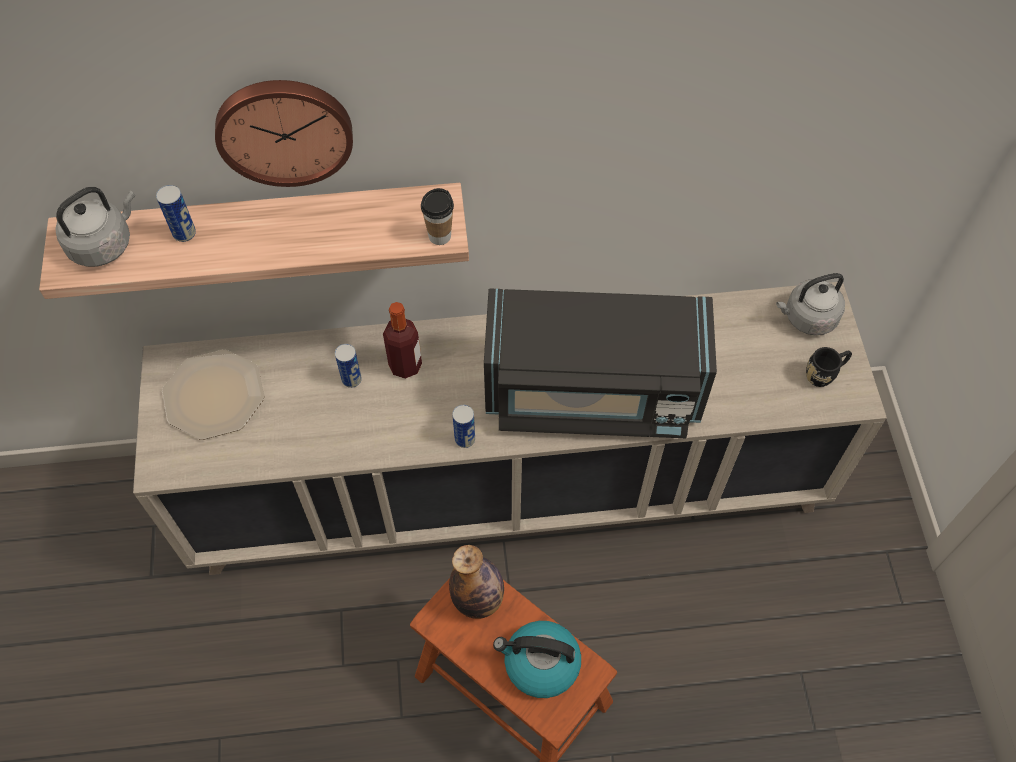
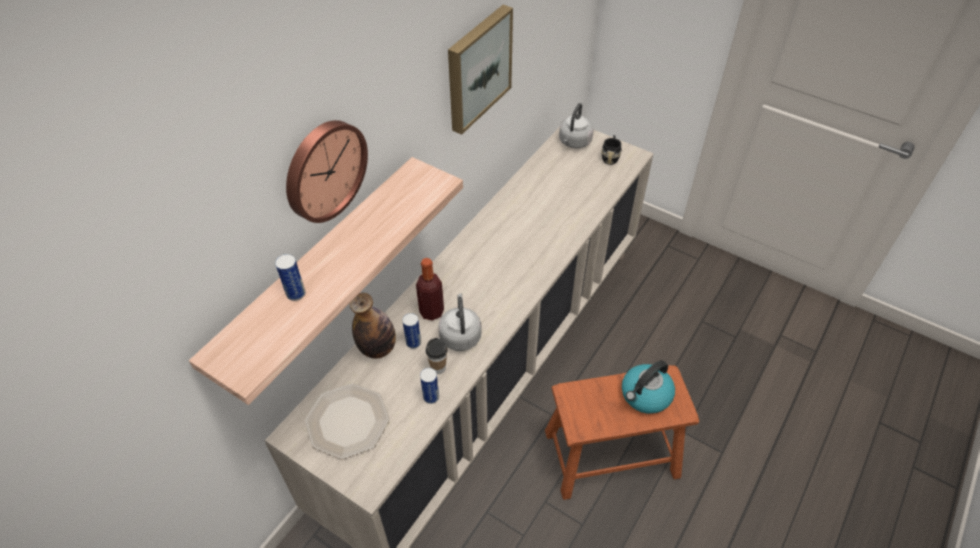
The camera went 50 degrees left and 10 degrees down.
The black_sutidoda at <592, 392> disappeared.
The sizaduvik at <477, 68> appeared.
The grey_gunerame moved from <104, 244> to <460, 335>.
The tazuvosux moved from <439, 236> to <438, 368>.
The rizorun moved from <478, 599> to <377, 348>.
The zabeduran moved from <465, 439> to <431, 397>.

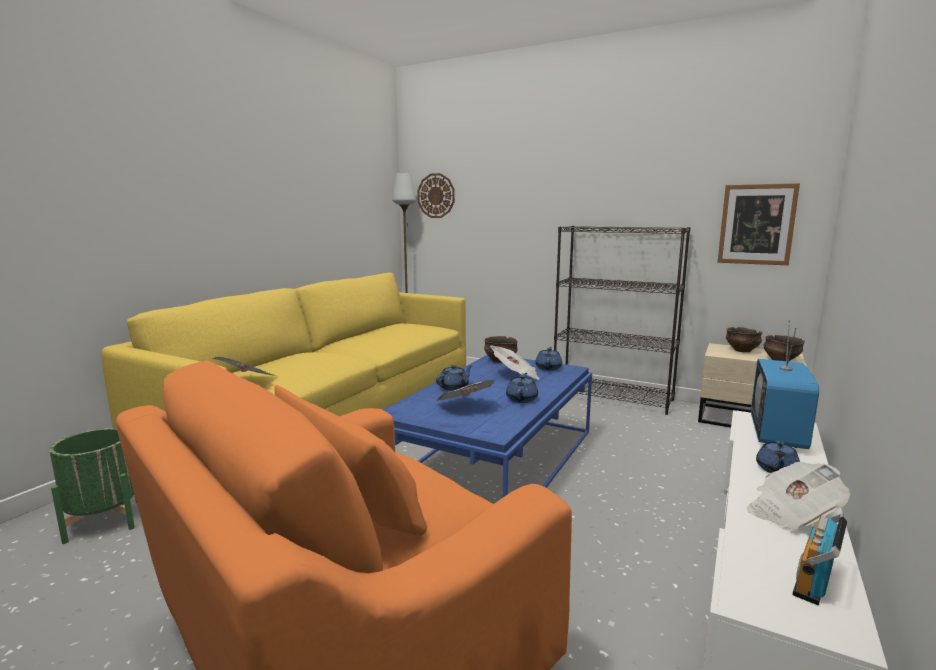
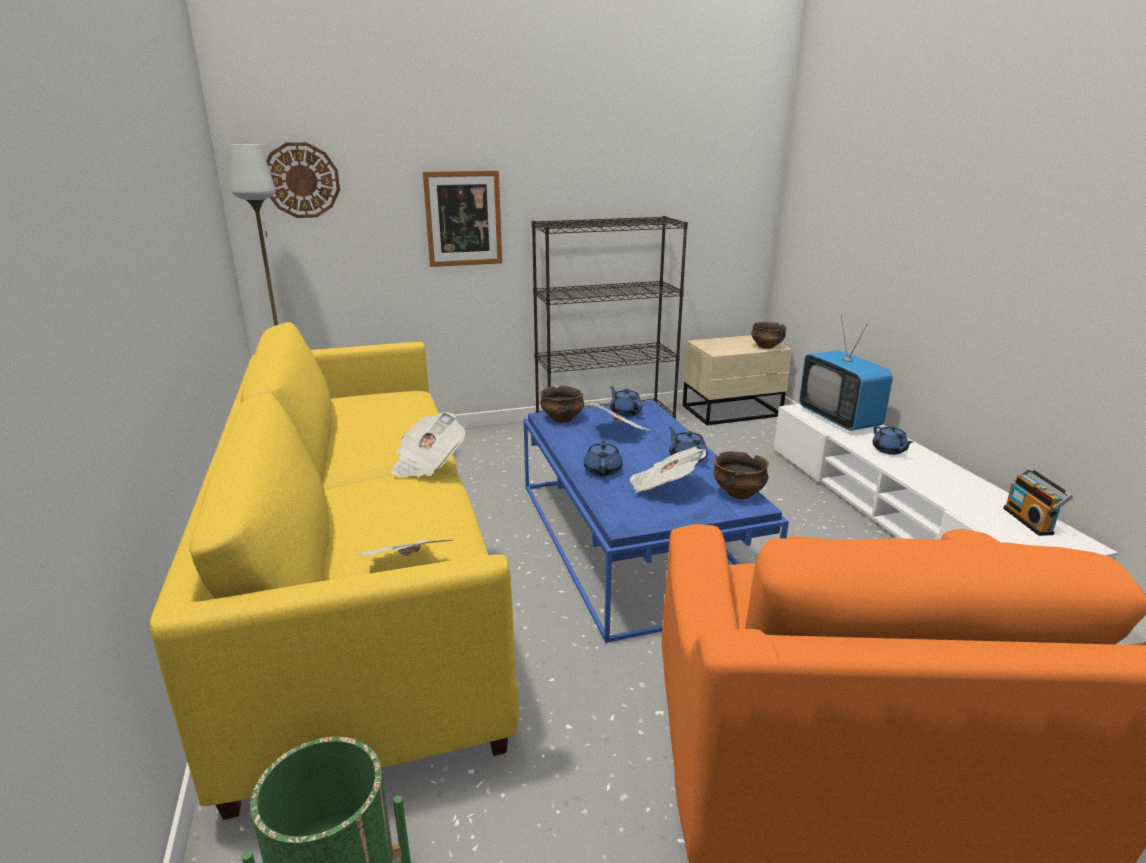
The camera went 45 degrees left and 10 degrees up.
The sizaduvik moved from <756, 224> to <463, 218>.
The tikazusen moved from <742, 350> to <739, 493>.
The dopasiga moved from <791, 514> to <427, 464>.

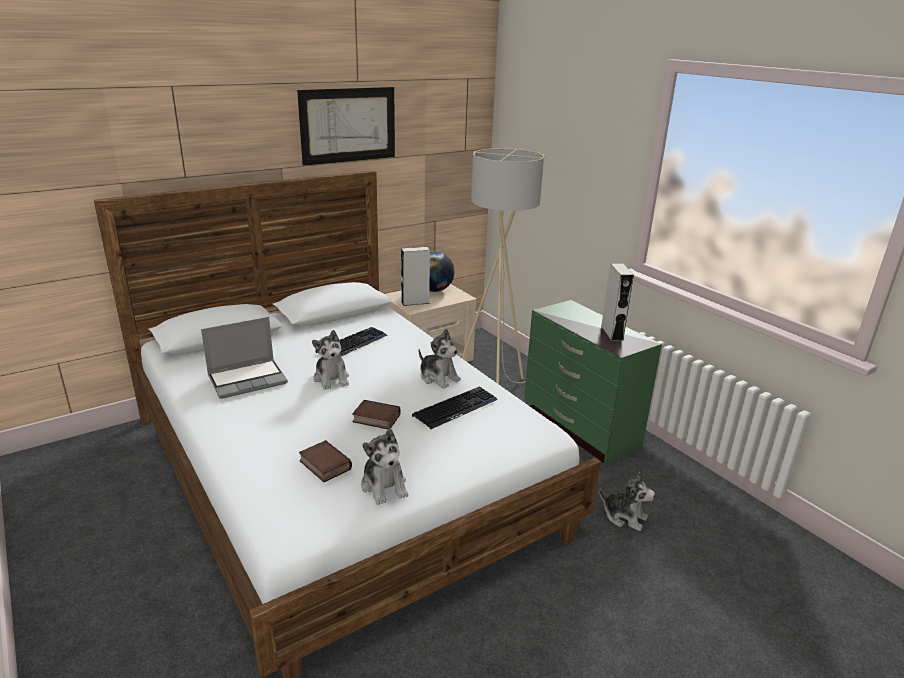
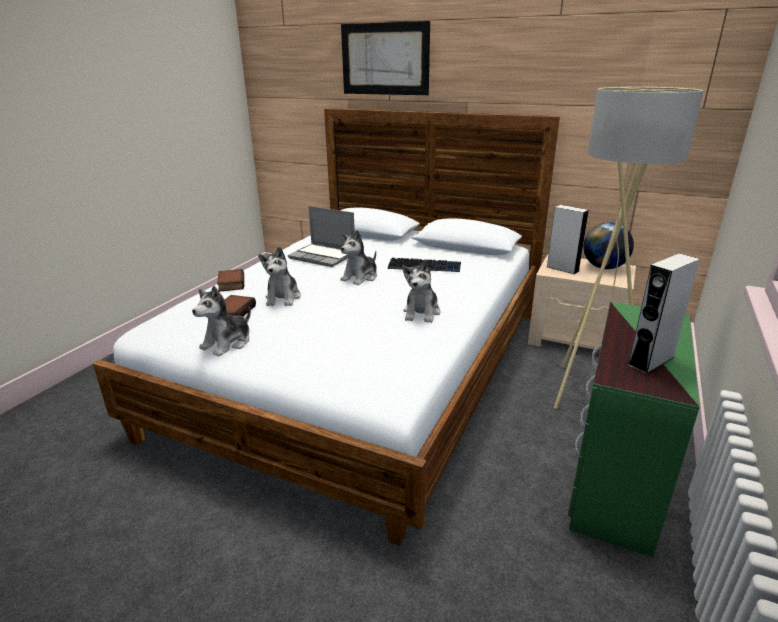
The camera went 60 degrees right and 0 degrees up.
The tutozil at <455, 408> disappeared.
The sizaduvik moved from <348, 125> to <384, 59>.
The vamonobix moved from <375, 419> to <230, 283>.
The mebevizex moved from <624, 516> to <283, 298>.

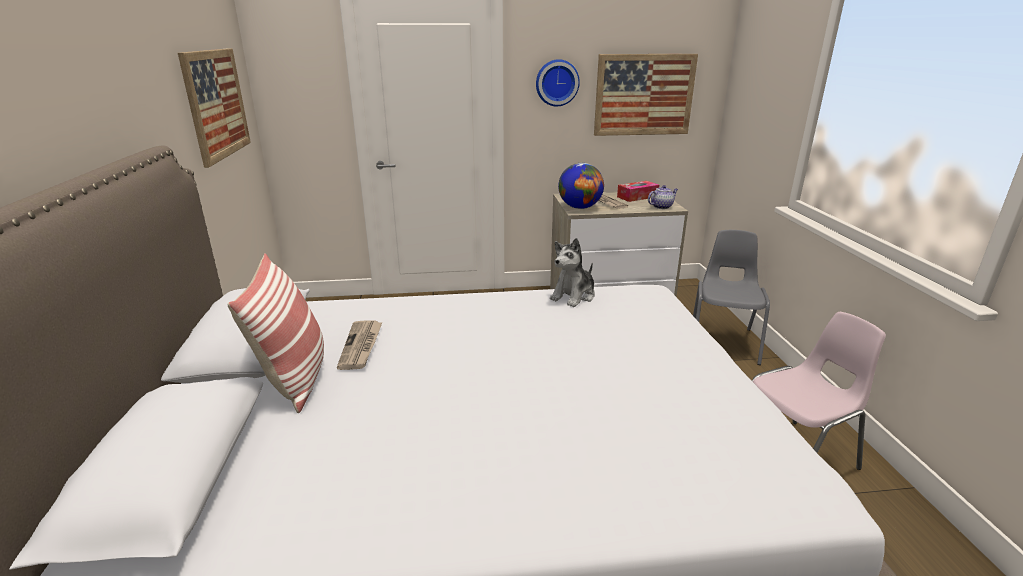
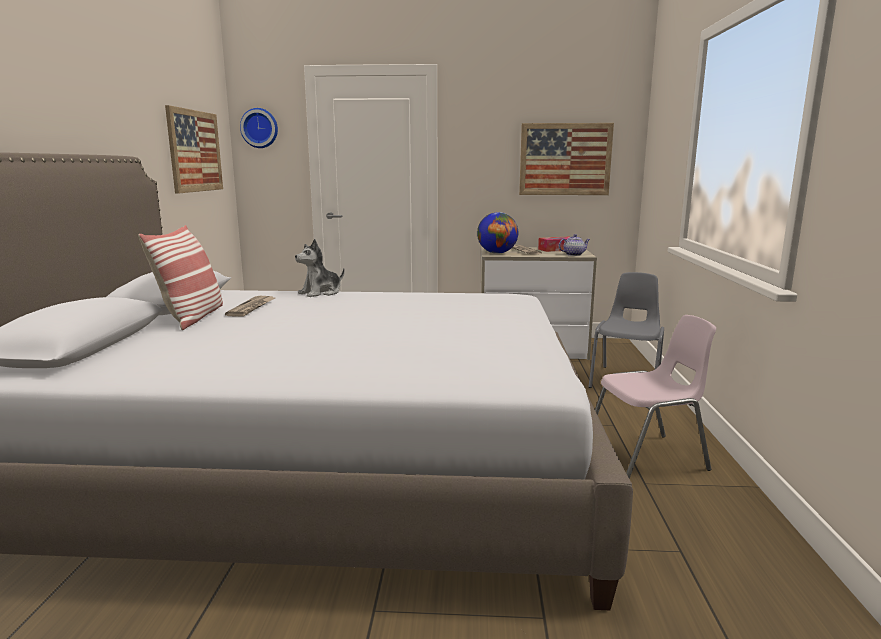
The camera went 10 degrees right and 10 degrees down.
The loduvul moved from <556, 82> to <260, 128>.
The mebevizex moved from <574, 296> to <321, 293>.

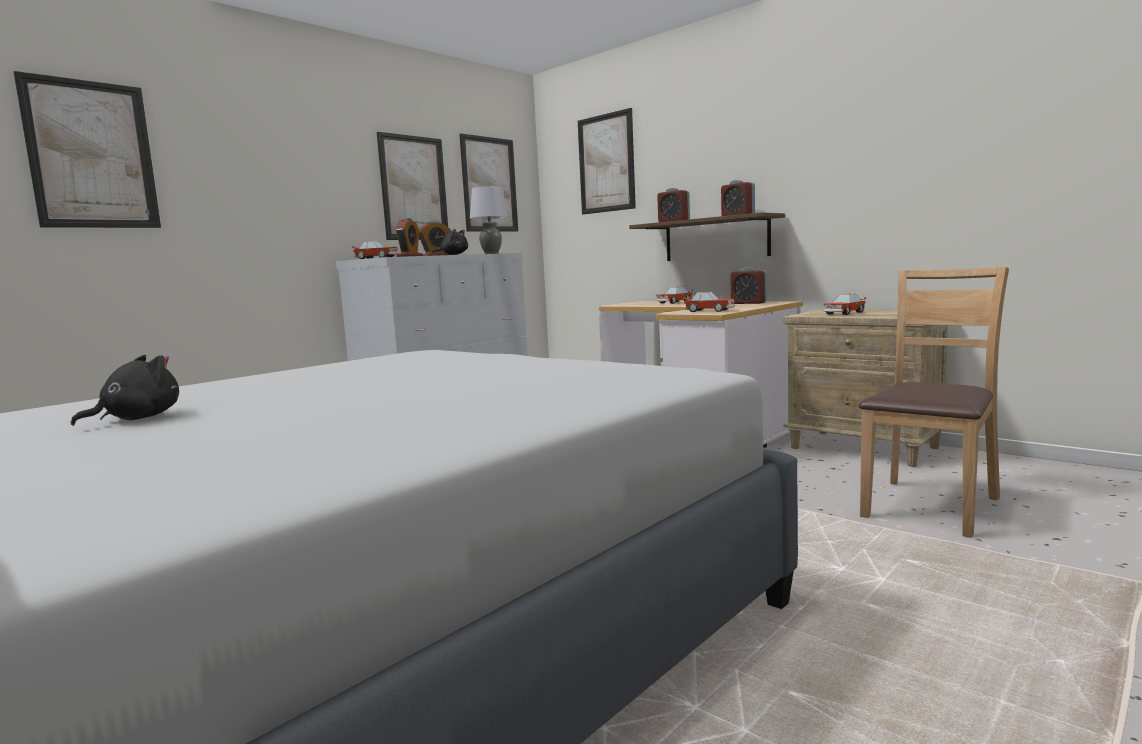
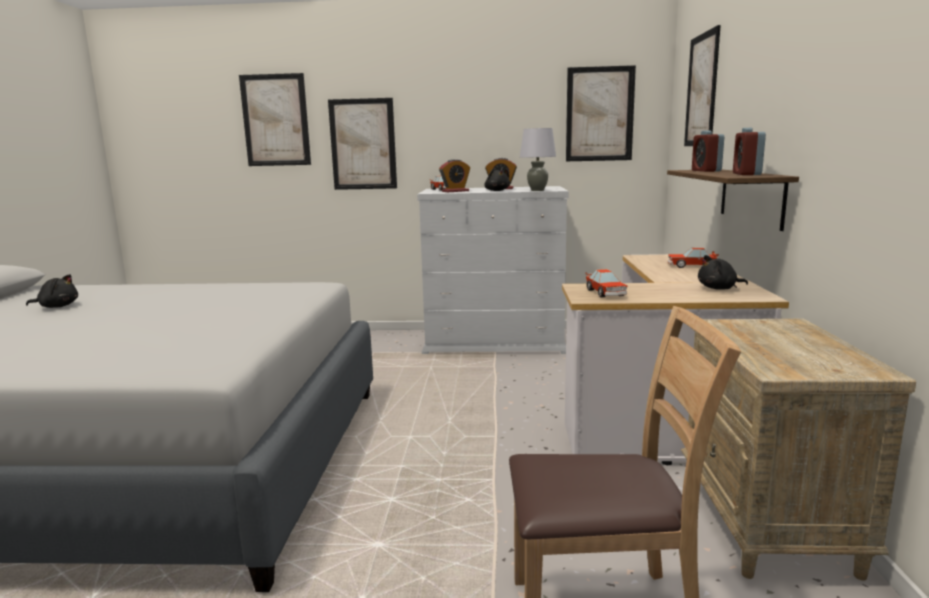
The camera went 50 degrees right and 5 degrees up.
The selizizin at <844, 313> disappeared.
The sizaduvik moved from <414, 188> to <363, 144>.
The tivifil at <748, 303> was replaced by the black_mebevizex at <719, 289>.

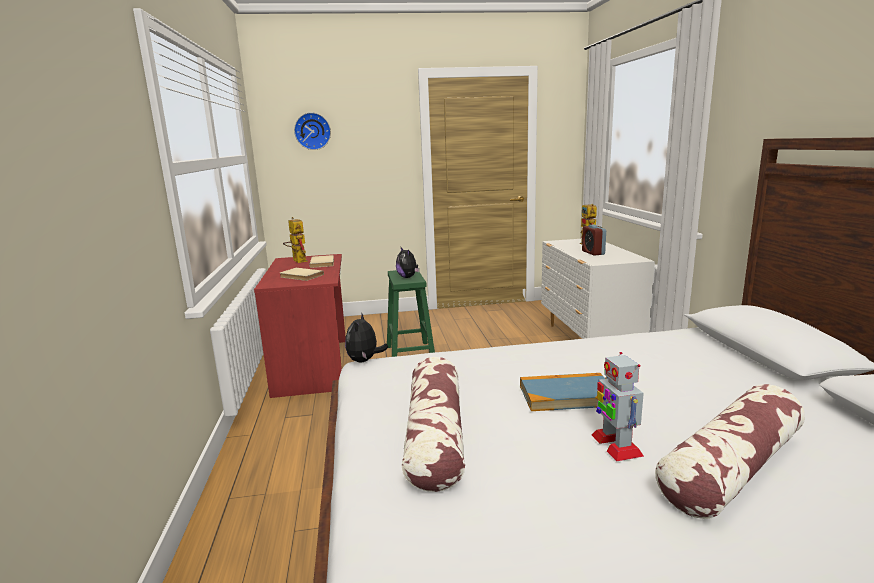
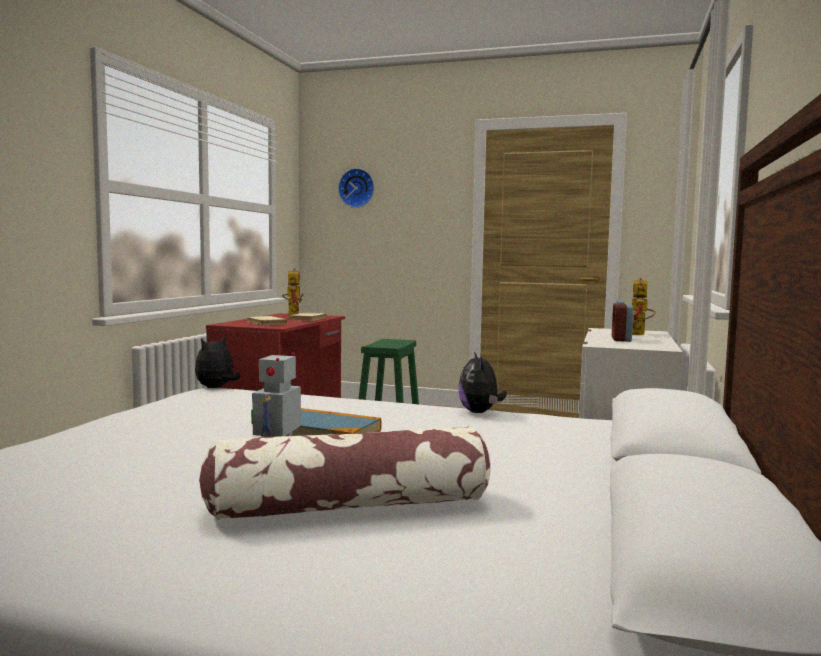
The camera went 25 degrees right and 10 degrees down.
The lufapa at <435, 436> disappeared.
The mebevizex moved from <408, 277> to <480, 412>.

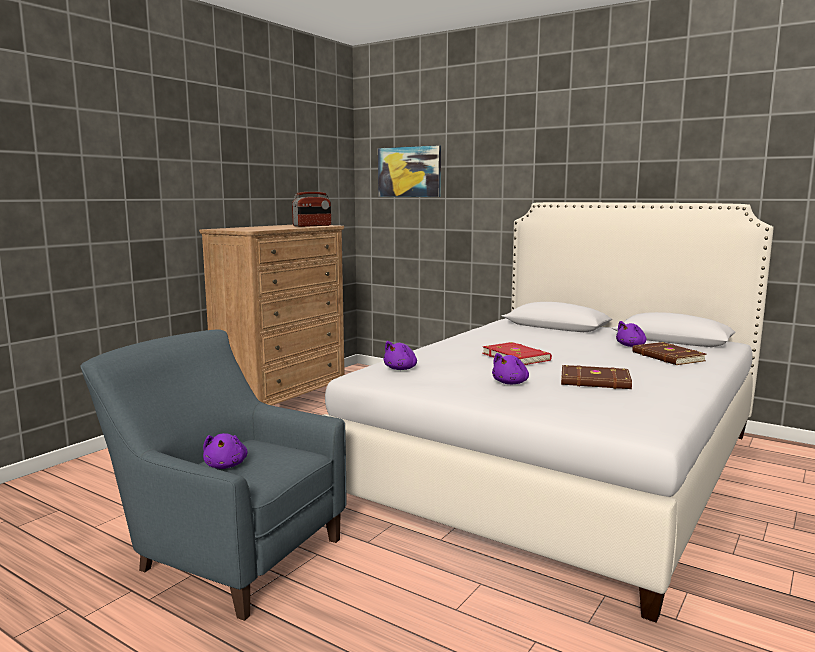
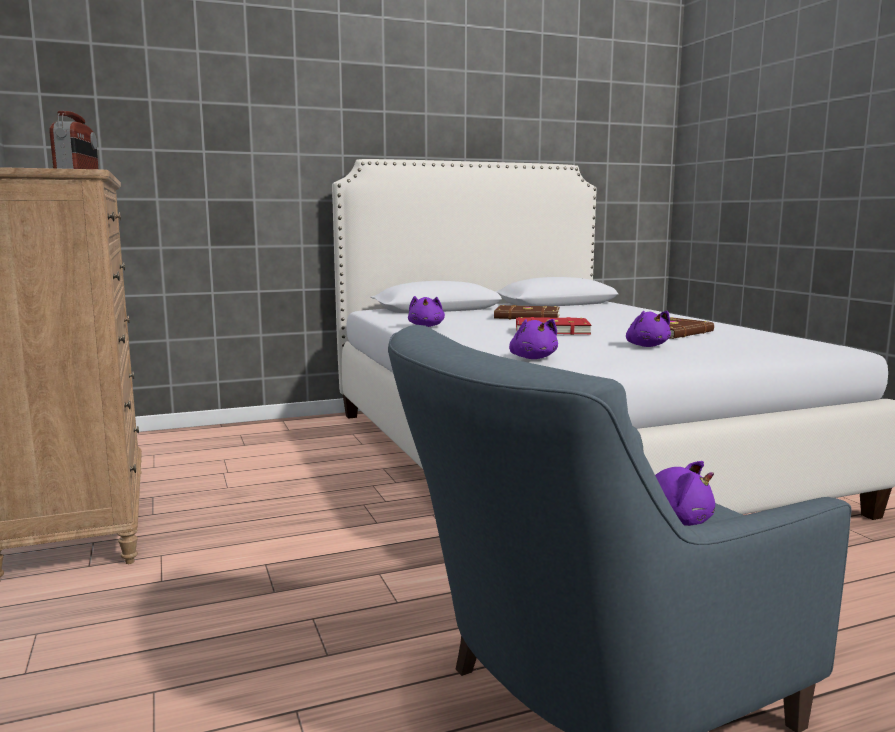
The camera went 55 degrees left and 0 degrees up.
The sizaduvik at <409, 172> disappeared.
The purple_mebevizex moved from <631, 346> to <426, 326>.
The brown_vamonobix moved from <667, 357> to <527, 317>.

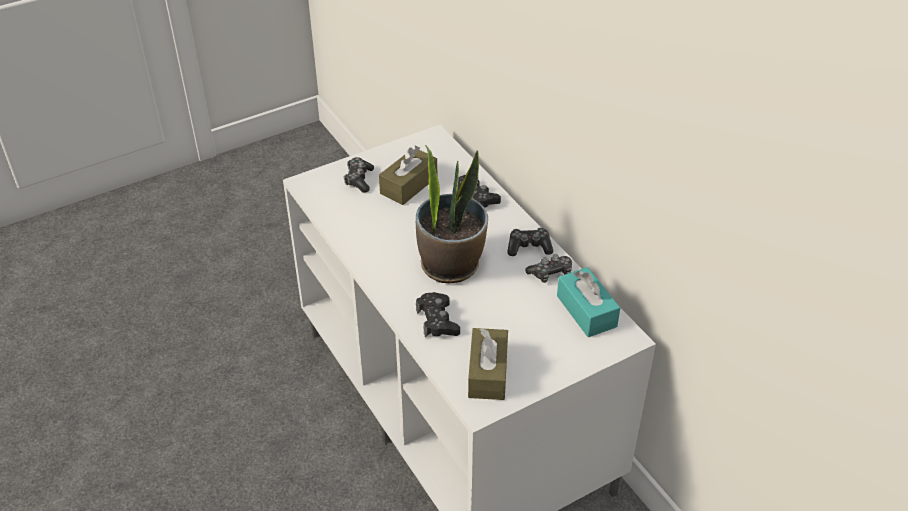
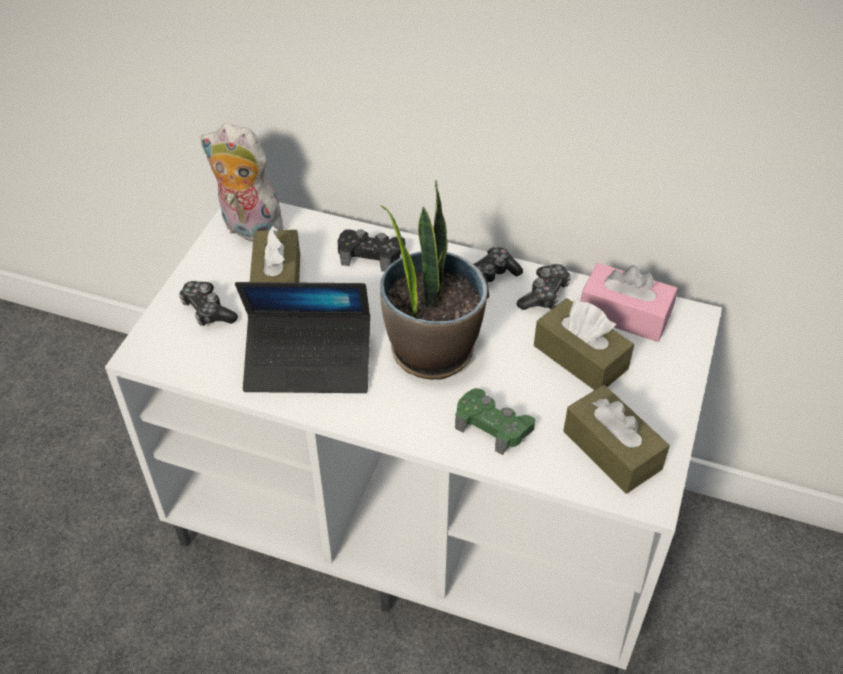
The camera went 40 degrees left and 5 degrees up.
The mebevizex at <248, 229> appeared.
The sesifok at <309, 362> appeared.
The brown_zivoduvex at <580, 357> appeared.
The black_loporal at <437, 321> became the green_loporal at <492, 426>.
The turquoise_zivoduvex at <586, 311> became the pink_zivoduvex at <624, 314>.

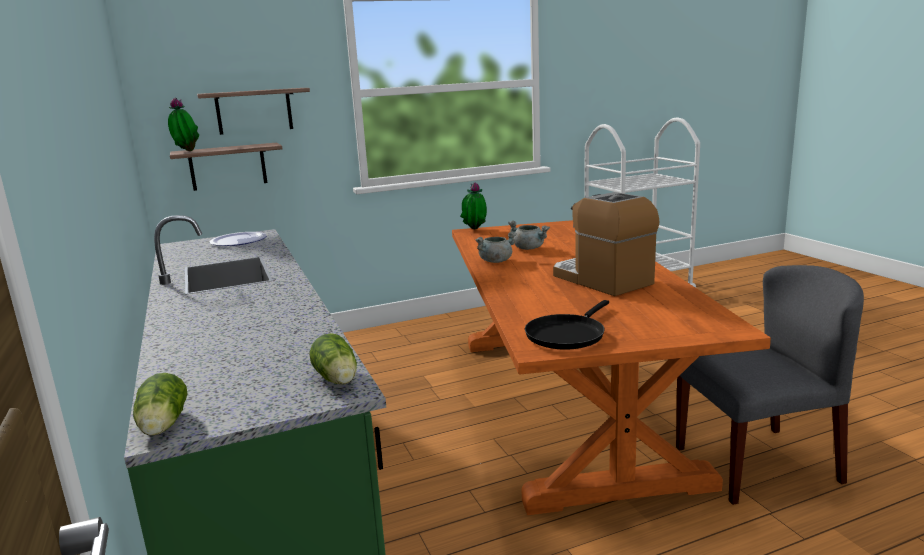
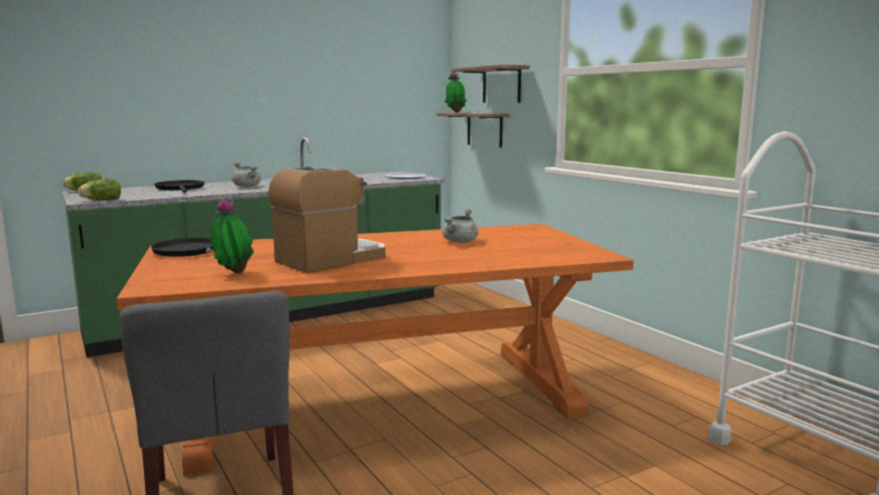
The camera went 80 degrees right and 5 degrees down.
The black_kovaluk at <180, 189> appeared.
The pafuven moved from <474, 230> to <233, 273>.
The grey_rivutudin moved from <496, 261> to <247, 186>.

